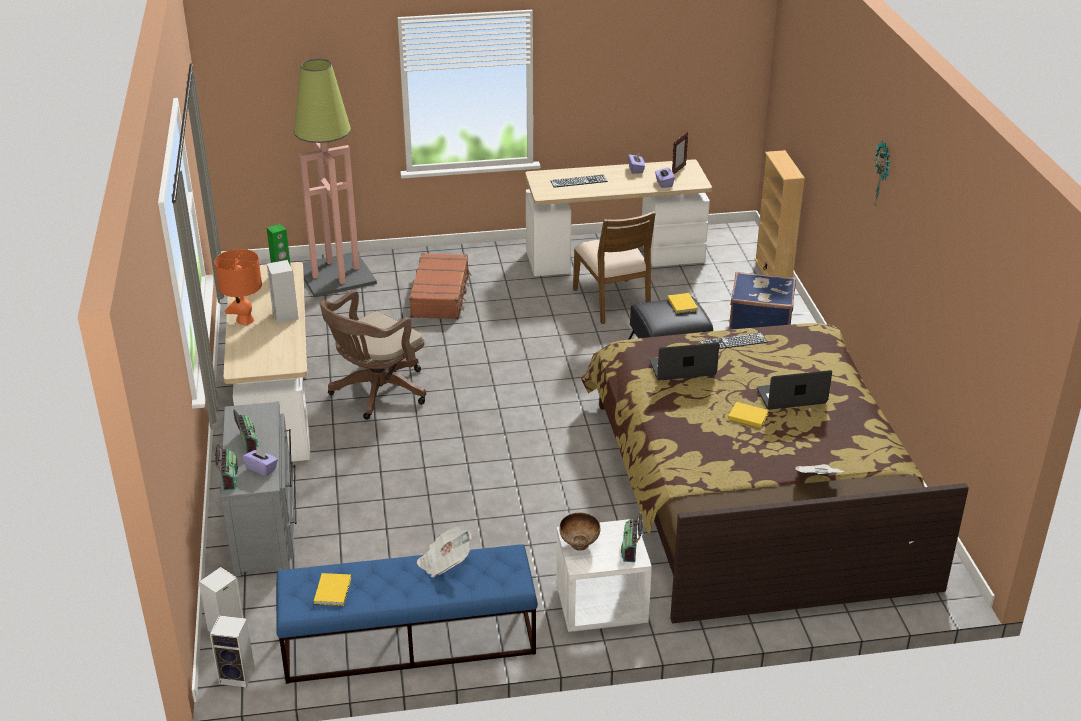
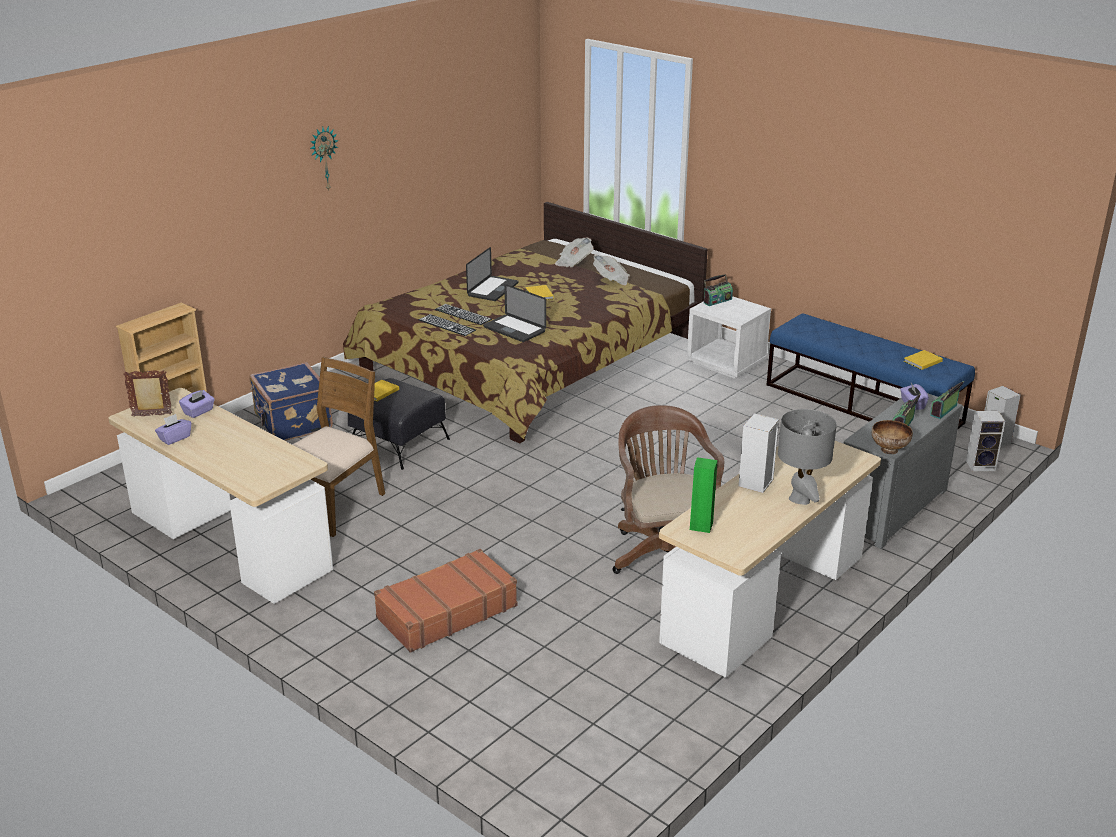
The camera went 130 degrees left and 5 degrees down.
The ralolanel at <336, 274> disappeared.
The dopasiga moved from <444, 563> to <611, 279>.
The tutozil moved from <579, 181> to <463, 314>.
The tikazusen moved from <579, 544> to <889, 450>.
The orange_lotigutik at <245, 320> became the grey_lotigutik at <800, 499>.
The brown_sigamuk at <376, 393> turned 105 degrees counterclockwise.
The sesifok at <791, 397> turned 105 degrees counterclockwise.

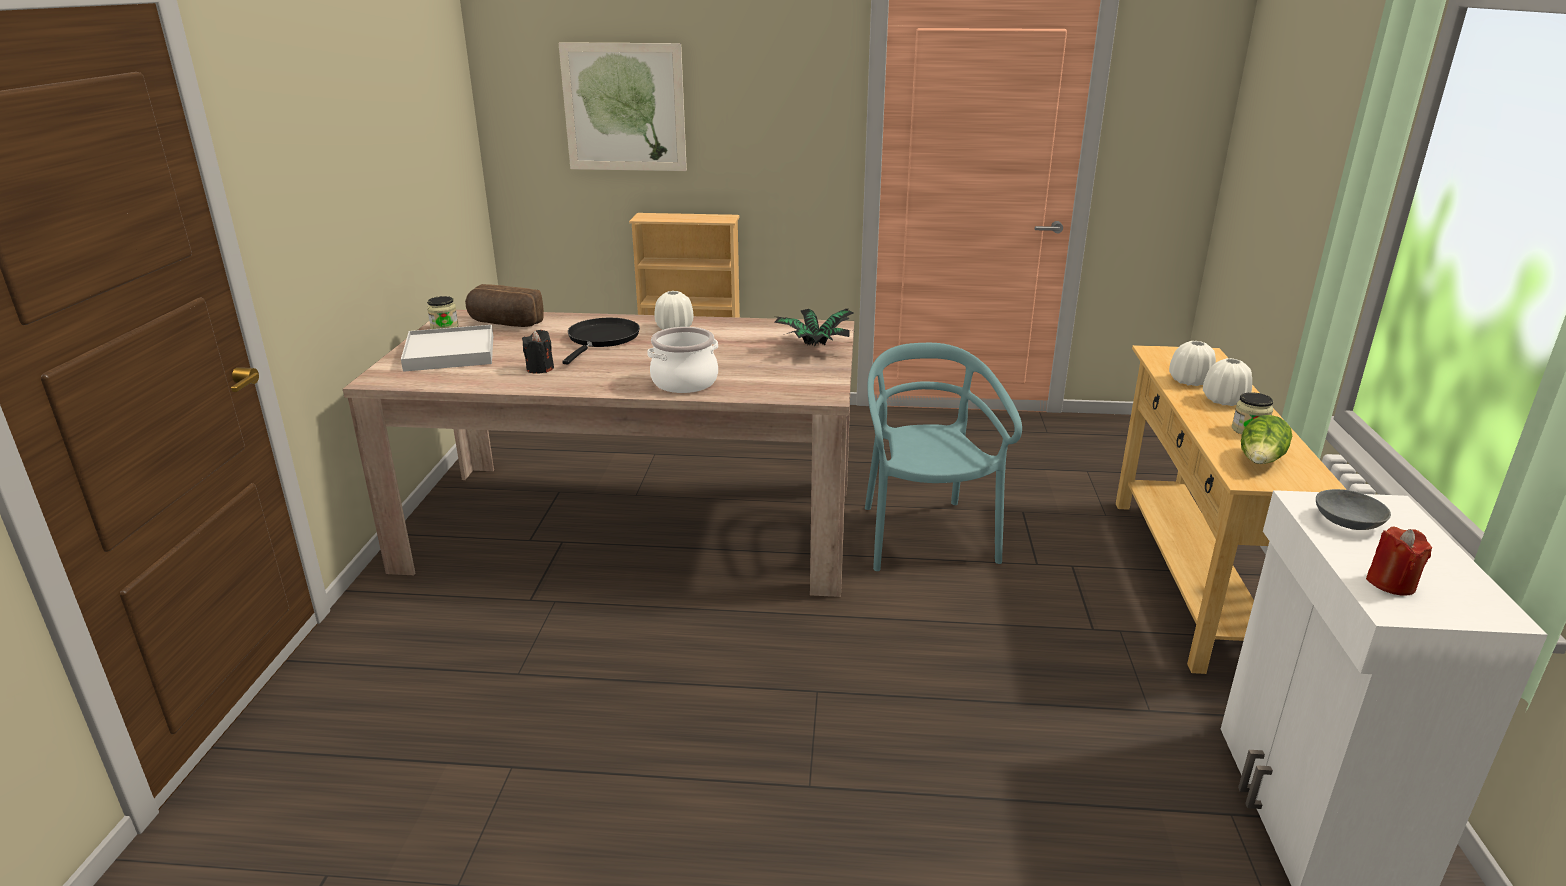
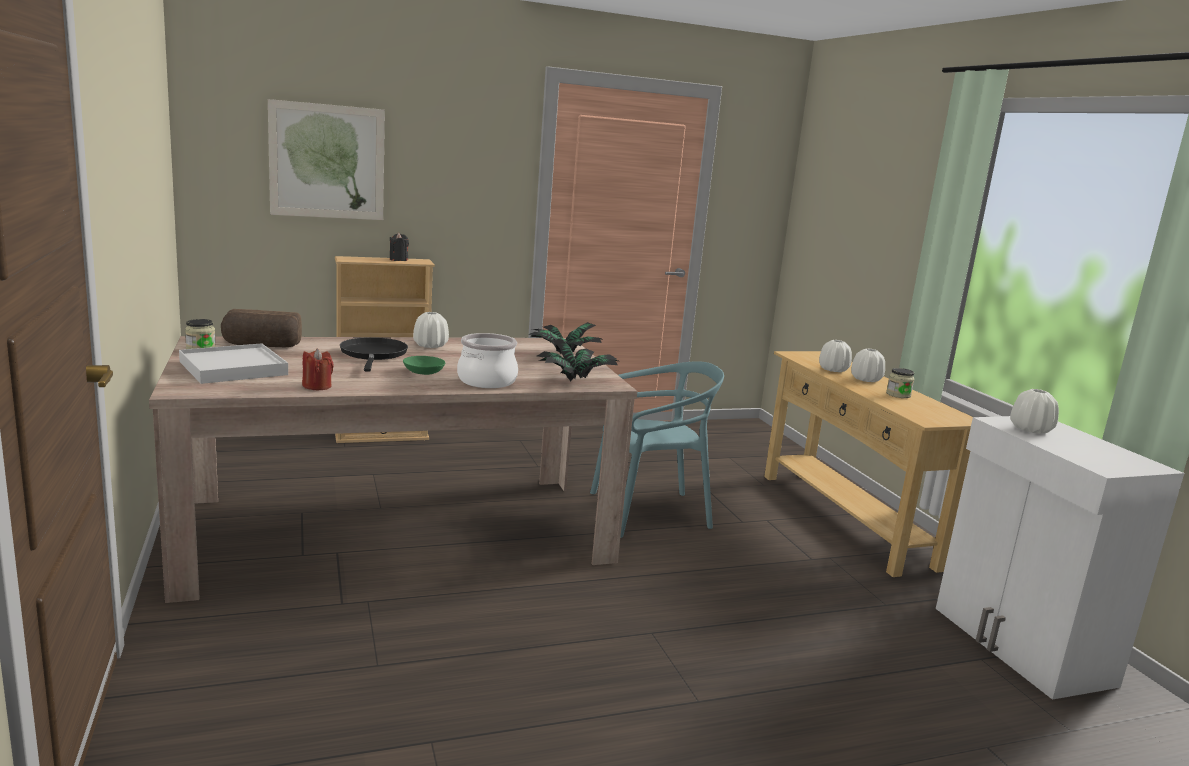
The camera went 25 degrees left and 10 degrees down.
The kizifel at <1261, 461> disappeared.
The green_tikazusen at <423, 372> appeared.
The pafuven at <577, 381> appeared.
The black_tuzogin moved from <540, 368> to <398, 259>.
The red_tuzogin moved from <1391, 583> to <317, 386>.
The grey_tikazusen at <1347, 522> was replaced by the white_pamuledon at <1030, 429>.
The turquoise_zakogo at <924, 536> turned 105 degrees clockwise.

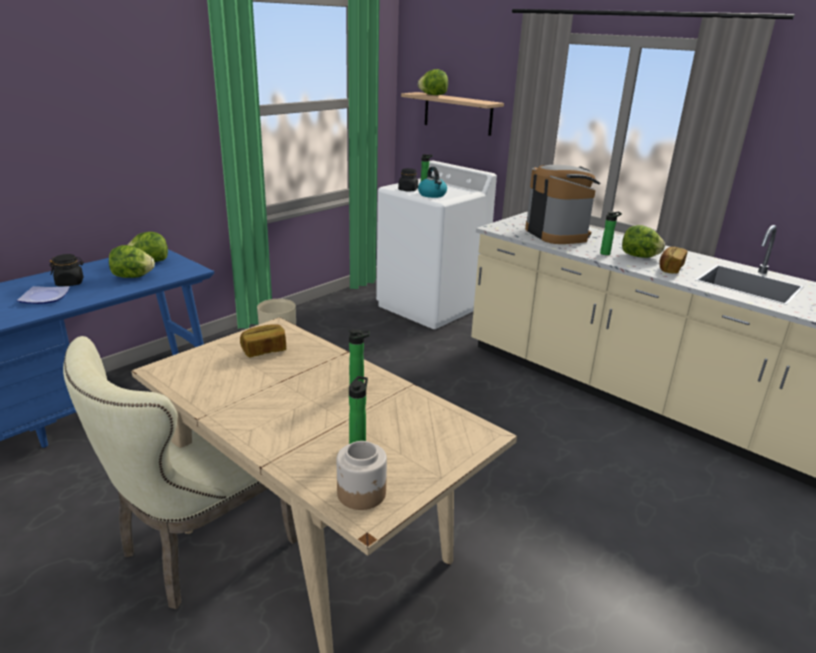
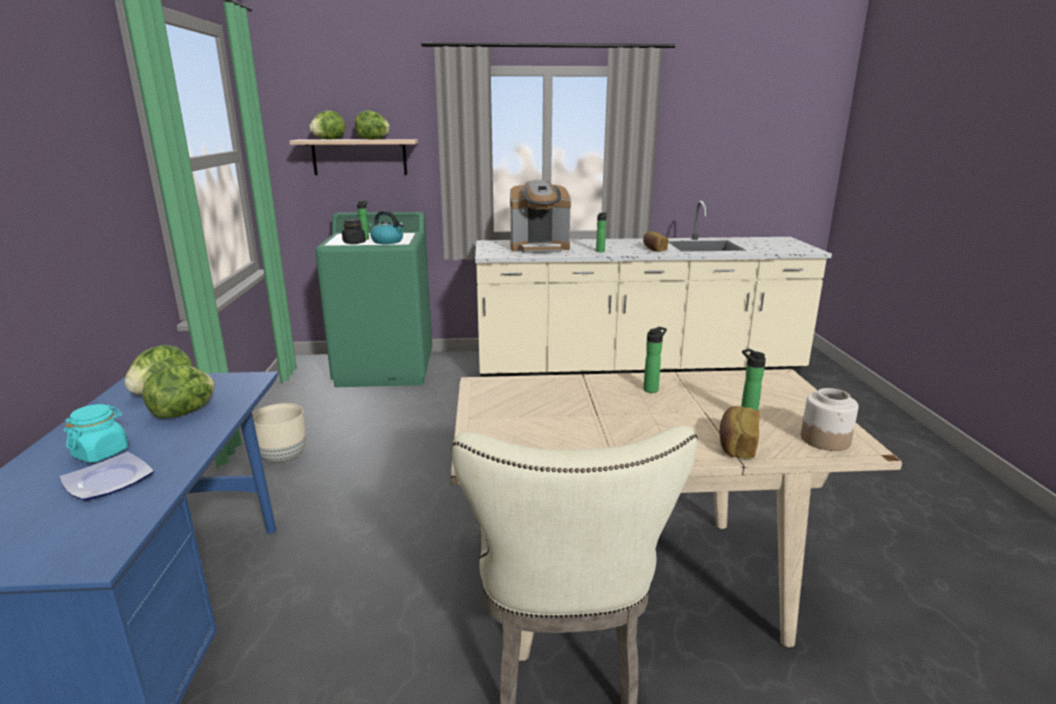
The camera went 45 degrees left and 5 degrees down.
The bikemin moved from <264, 350> to <736, 445>.
The kizifel moved from <639, 256> to <373, 139>.
The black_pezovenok at <70, 283> became the turquoise_pezovenok at <101, 453>.
The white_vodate at <431, 306> became the green_vodate at <386, 369>.
The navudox at <557, 234> turned 150 degrees clockwise.

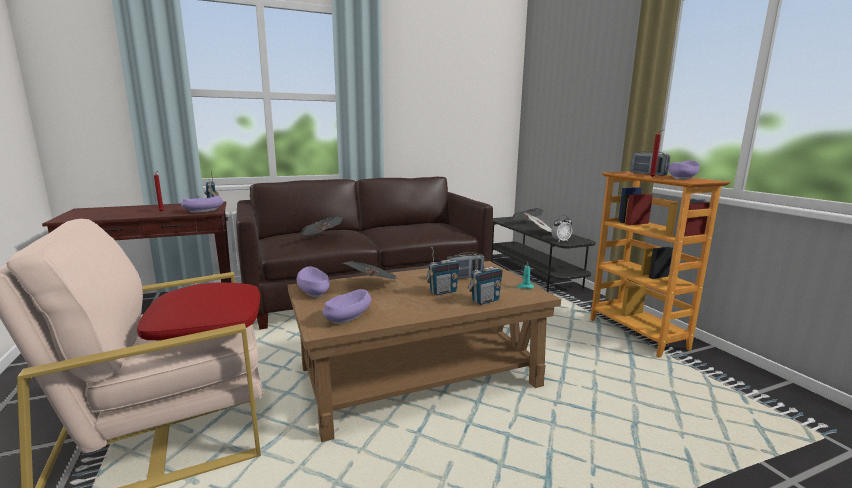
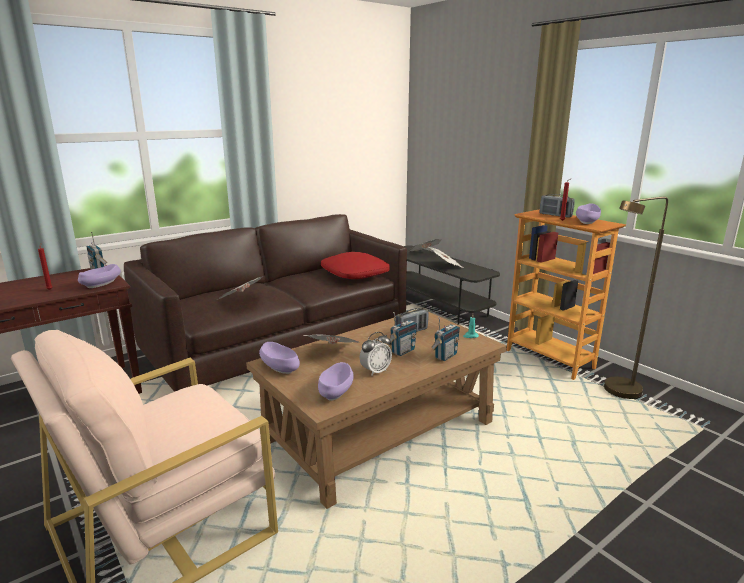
The camera went 15 degrees left and 5 degrees up.
The brown_ralolanel at <616, 393> appeared.
The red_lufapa moved from <206, 324> to <354, 274>.
The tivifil moved from <560, 241> to <375, 371>.

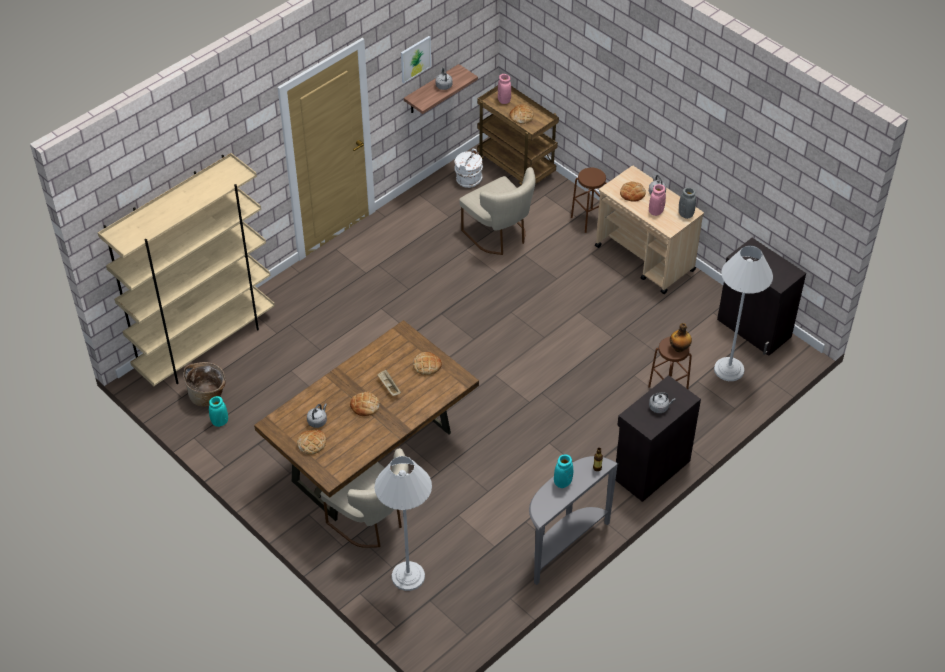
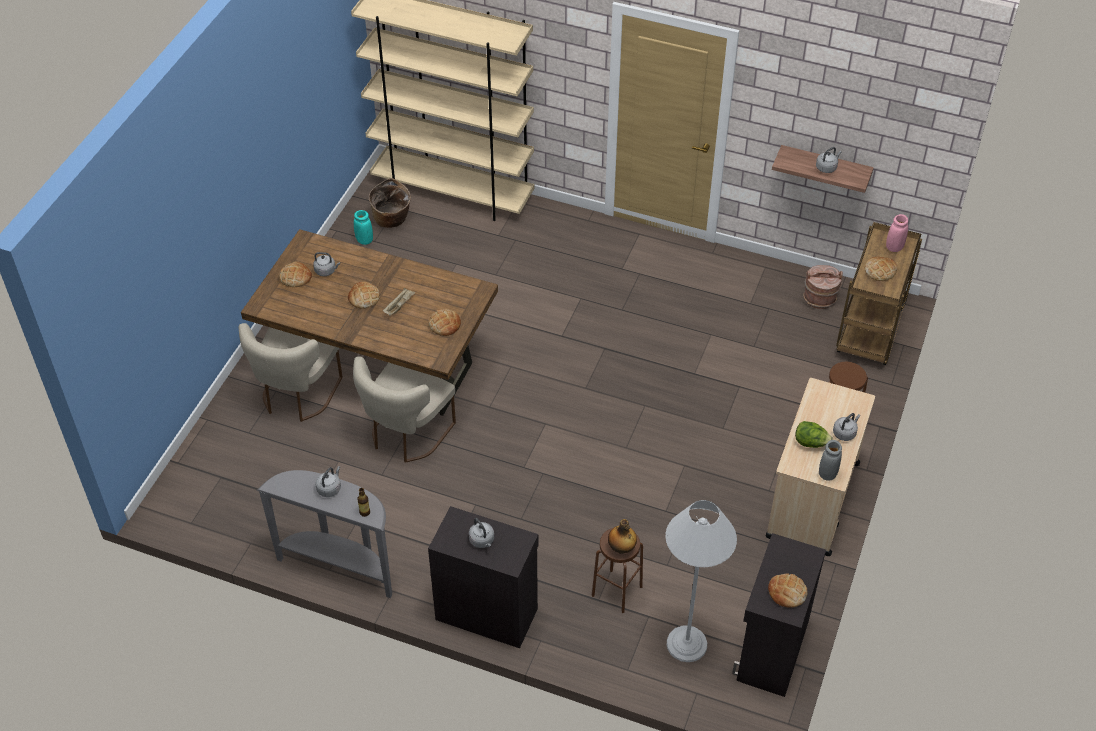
The camera went 65 degrees right and 0 degrees up.
The white_ralolanel at <408, 576> disappeared.
The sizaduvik at <415, 59> disappeared.
The beige_zakogo moved from <499, 236> to <406, 435>.
The bikemin moved from <632, 193> to <787, 592>.
The turquoise_pamuledon at <562, 482> was replaced by the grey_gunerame at <330, 488>.
The pink_pamuledon at <656, 211> was replaced by the kizifel at <811, 443>.
The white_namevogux at <468, 179> became the brown_namevogux at <819, 298>.

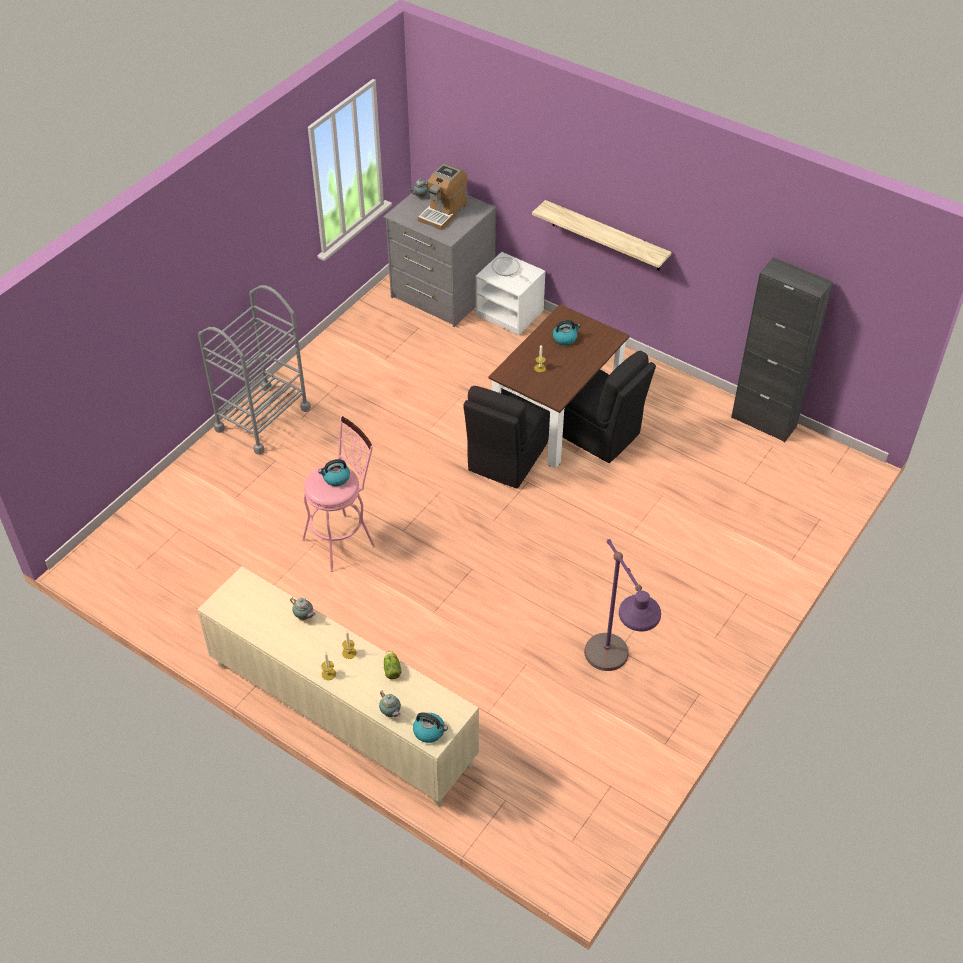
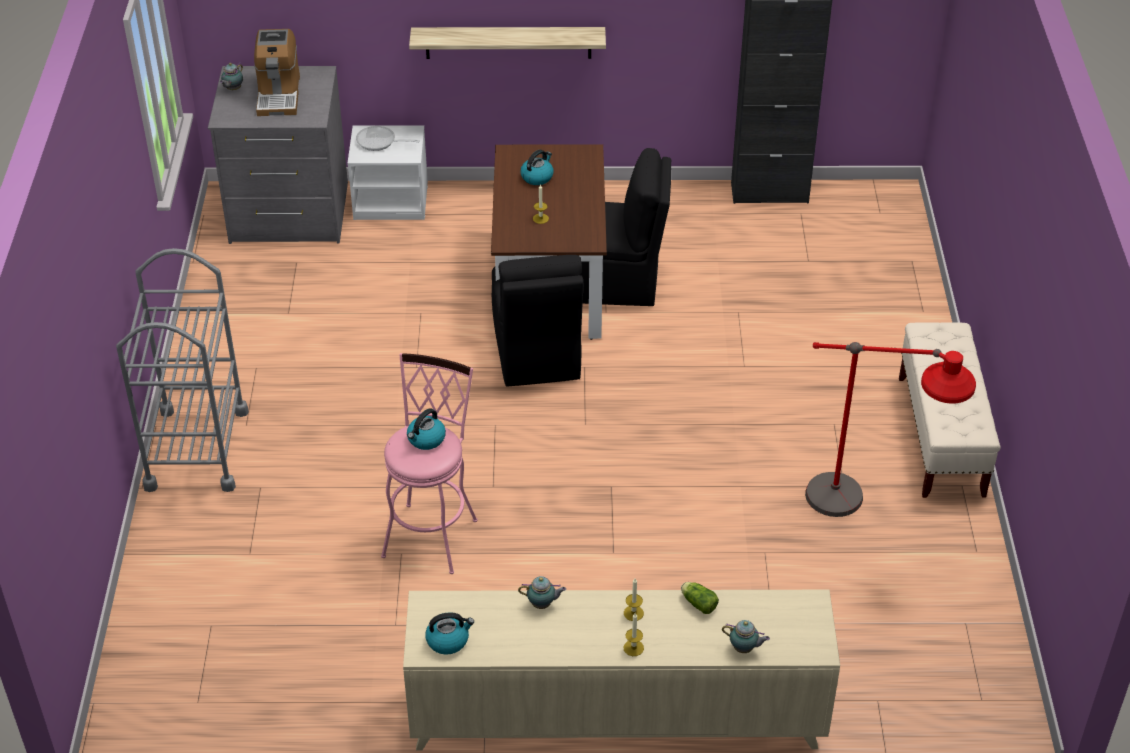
The camera went 35 degrees left and 5 degrees down.
The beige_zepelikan at <940, 437> appeared.
The gunerame moved from <429, 731> to <448, 640>.
The purple_ralolanel at <613, 678> became the red_ralolanel at <866, 517>.

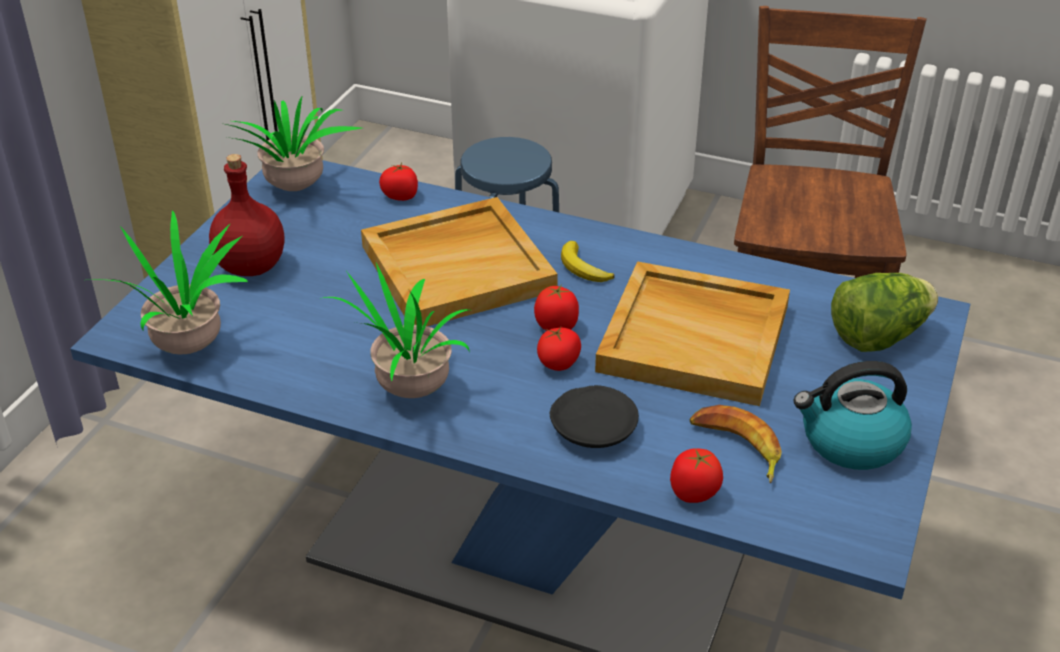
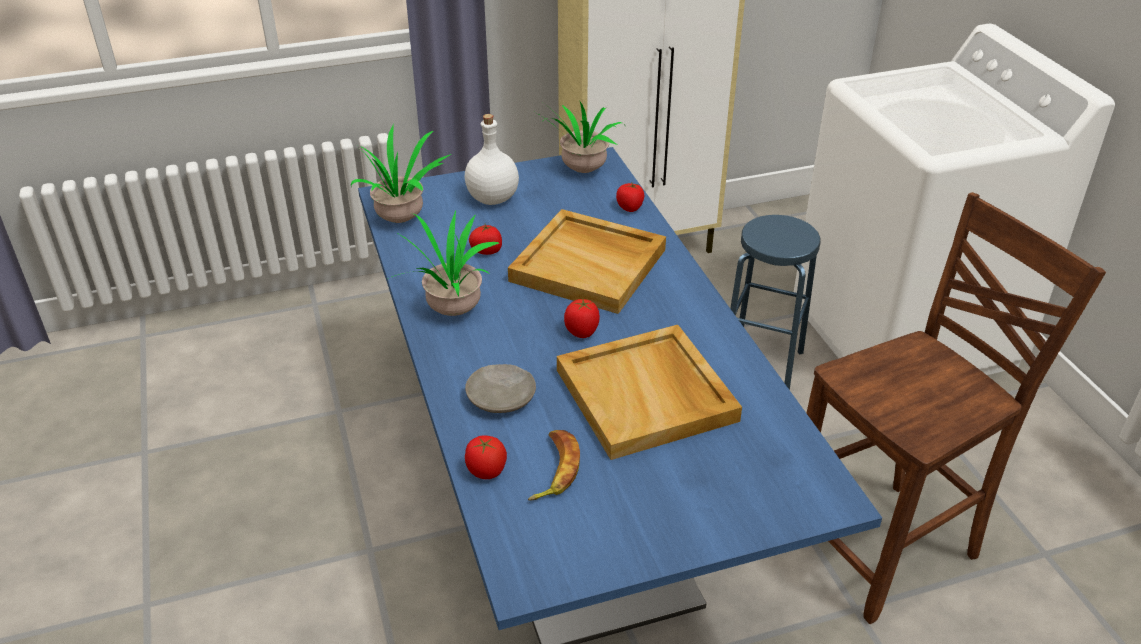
The camera went 50 degrees right and 0 degrees up.
The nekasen at <583, 268> disappeared.
The gunerame at <850, 442> disappeared.
The kizifel at <878, 336> disappeared.
The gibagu moved from <558, 363> to <487, 250>.
The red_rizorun at <250, 267> became the white_rizorun at <491, 199>.
The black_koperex at <594, 427> became the beige_koperex at <502, 397>.

